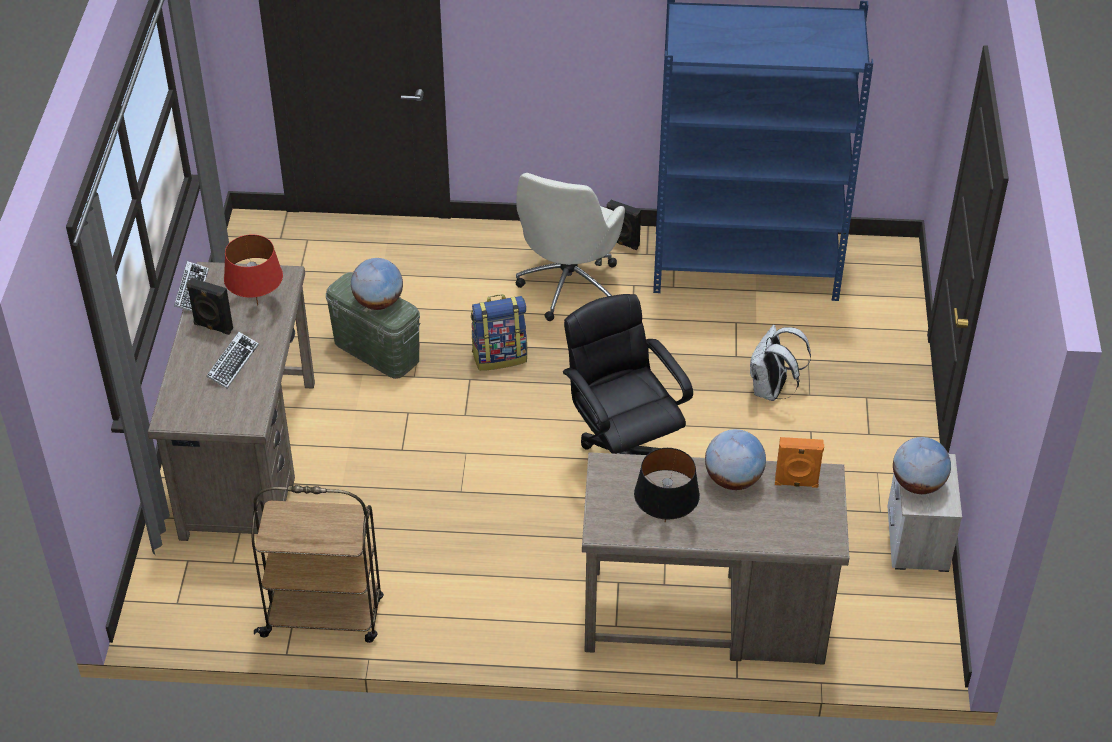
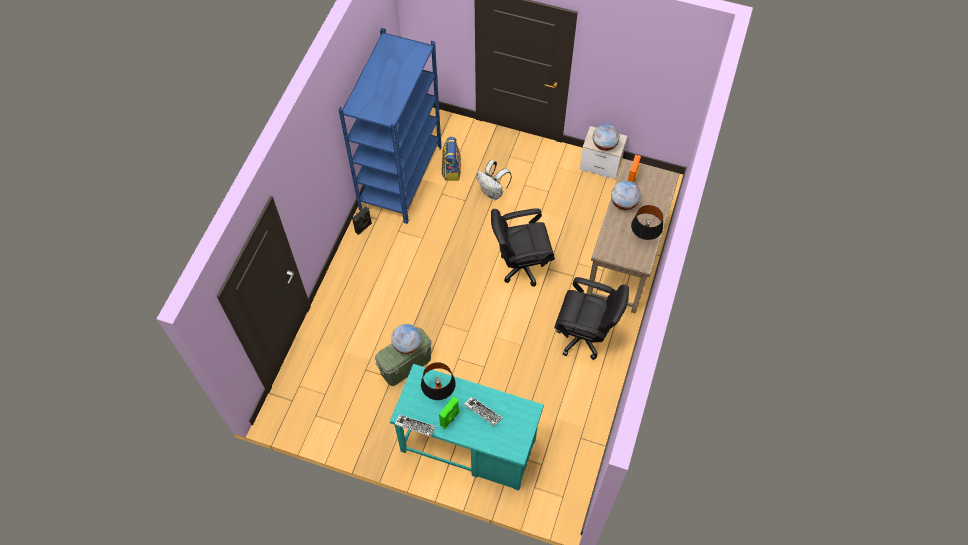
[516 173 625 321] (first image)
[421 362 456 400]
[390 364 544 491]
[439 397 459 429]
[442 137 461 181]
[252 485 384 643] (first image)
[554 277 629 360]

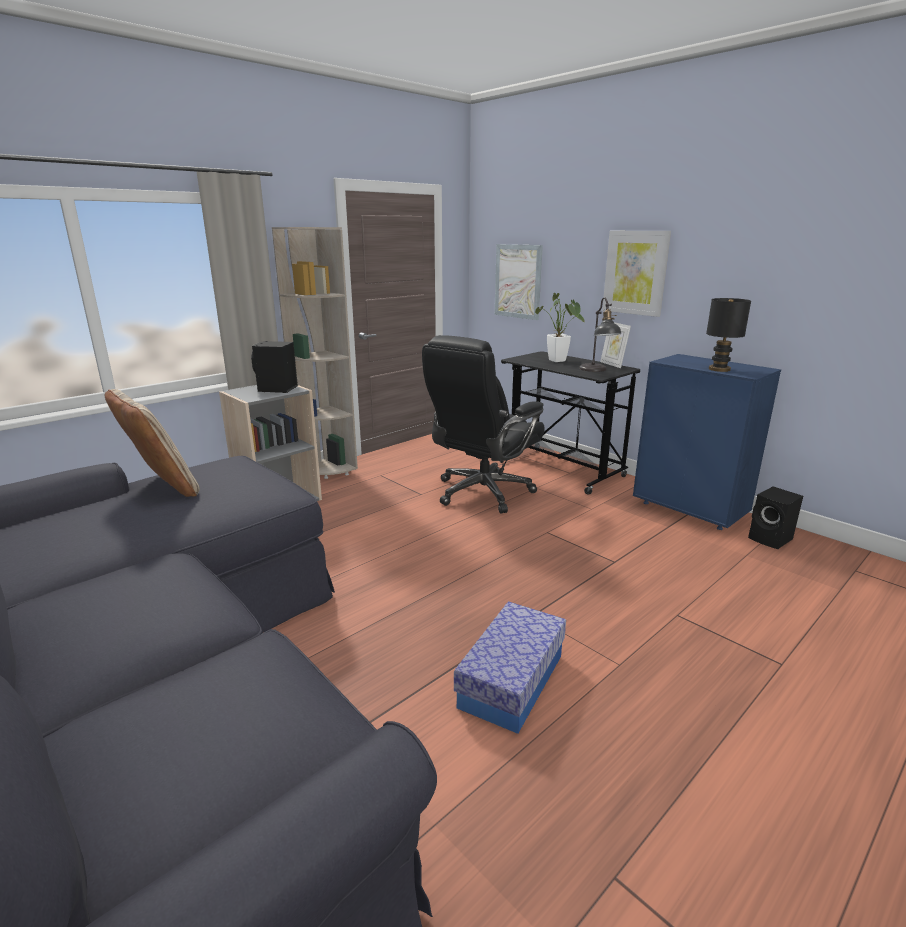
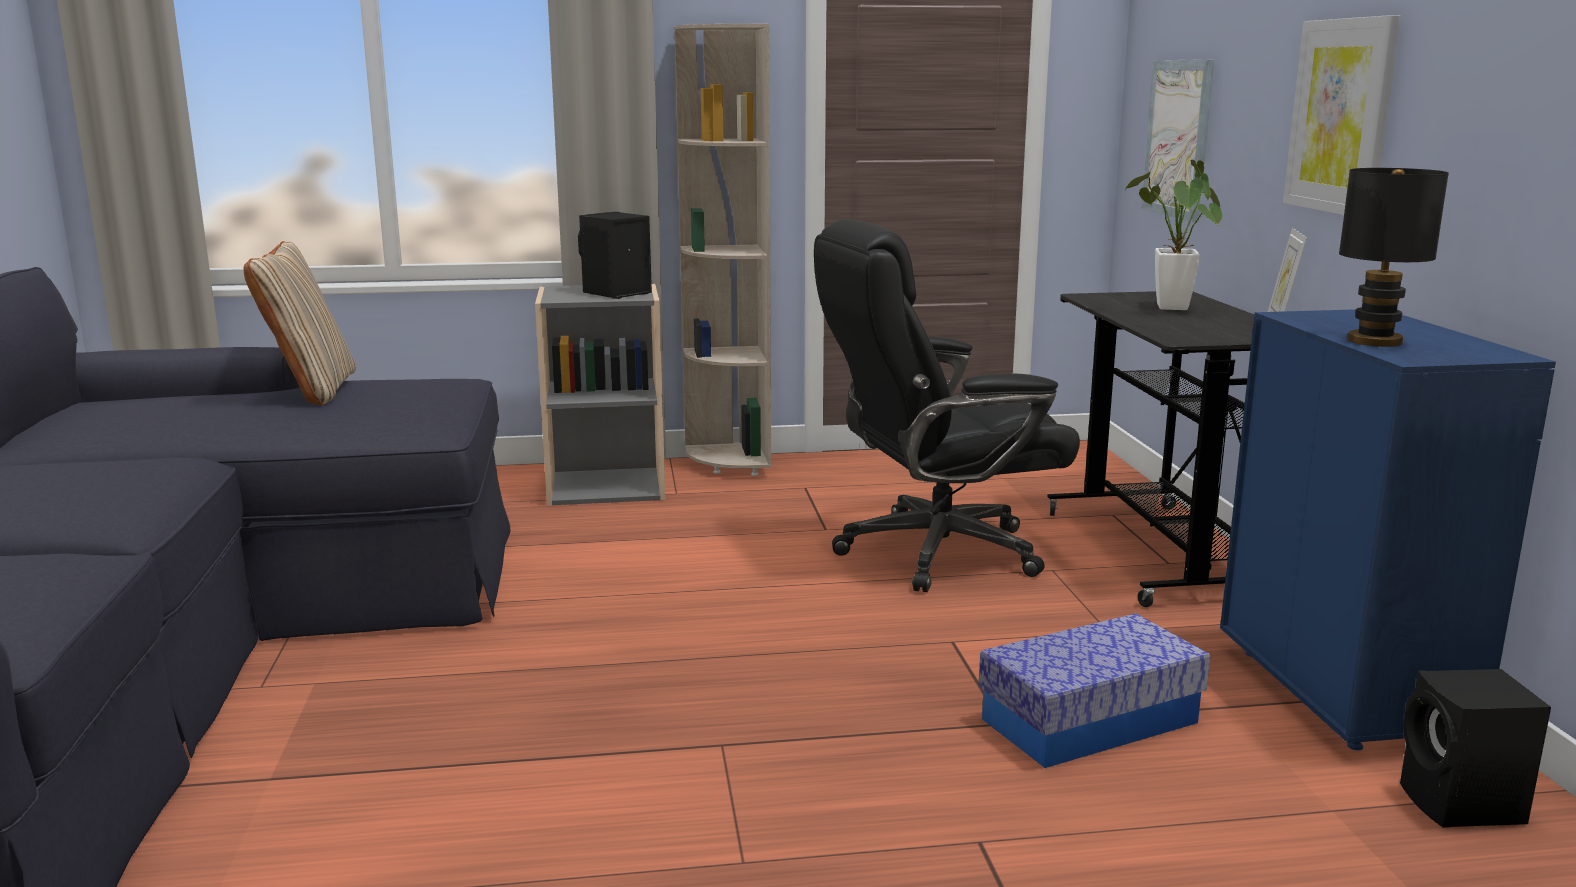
[579 297 622 372] (first image)
[979 613 1210 768]

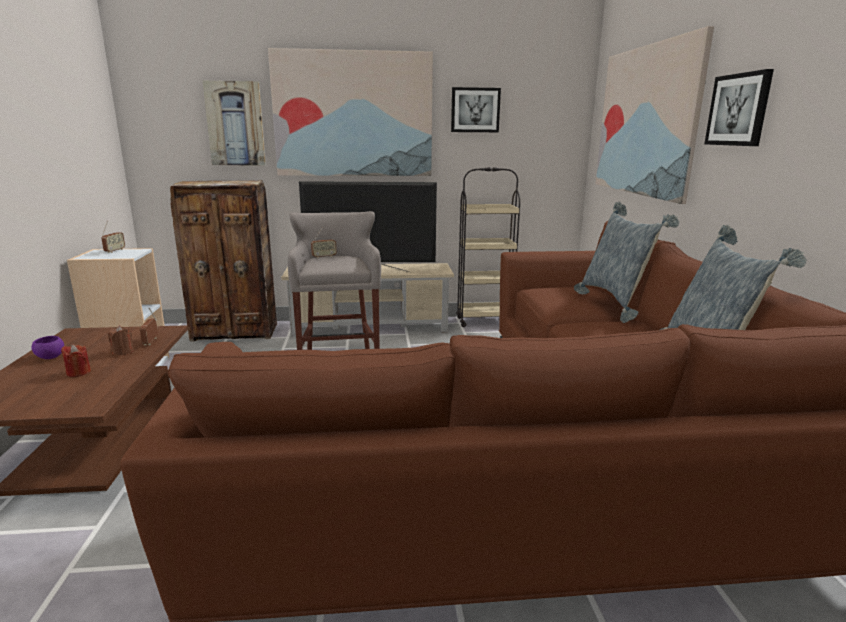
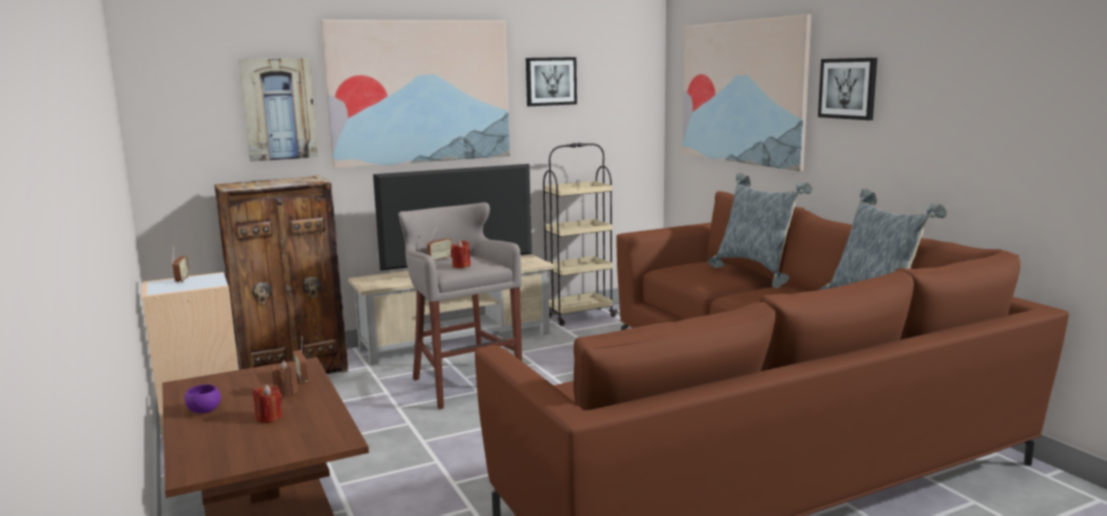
[451 240 471 268]

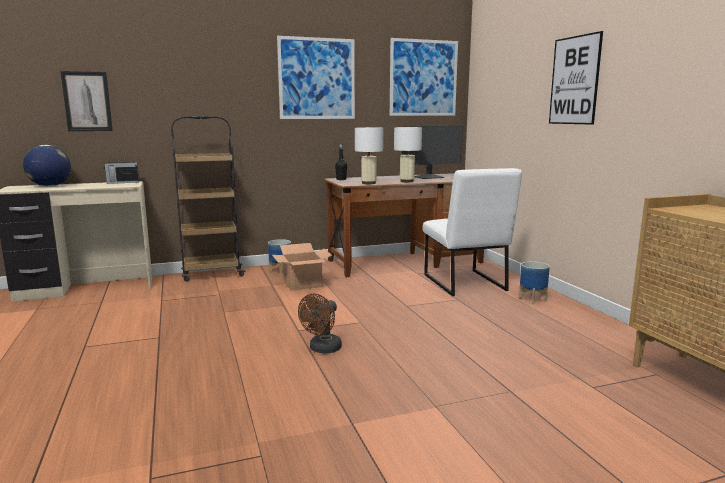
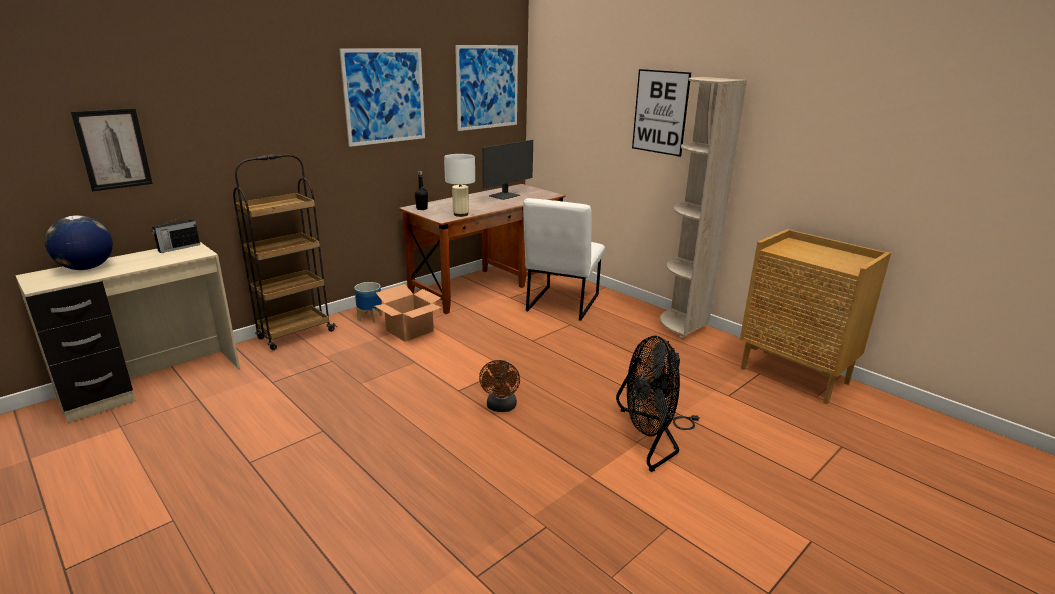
[394 127 422 182] (first image)
[523 198 605 321]
[519 261 550 304] (first image)
[660 77 747 338]
[616 336 701 472]

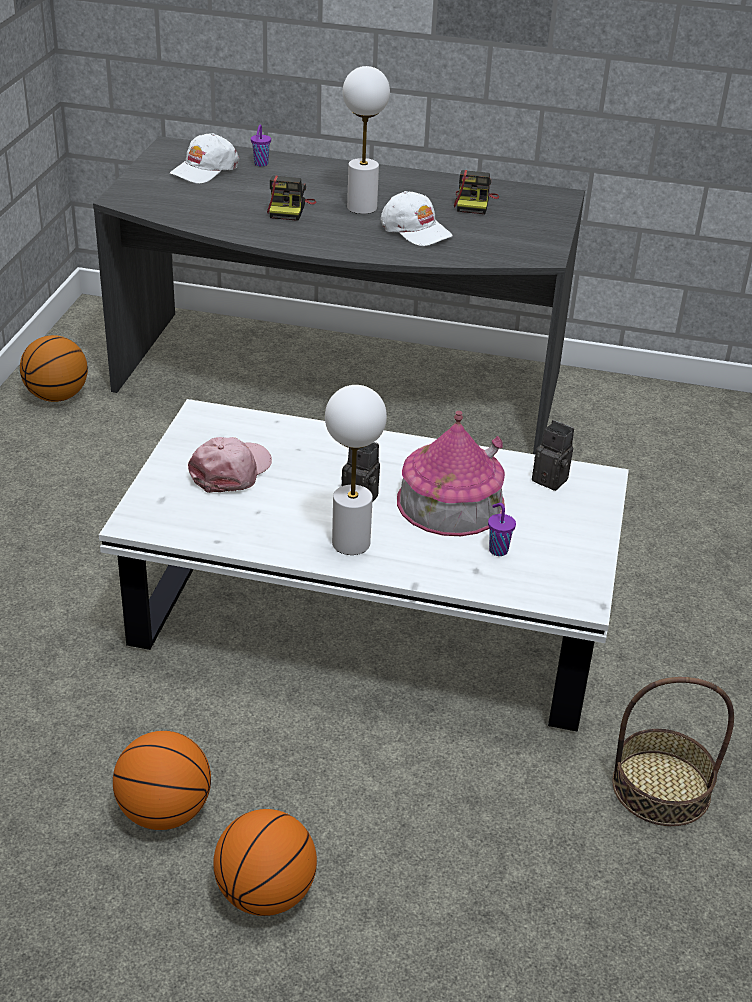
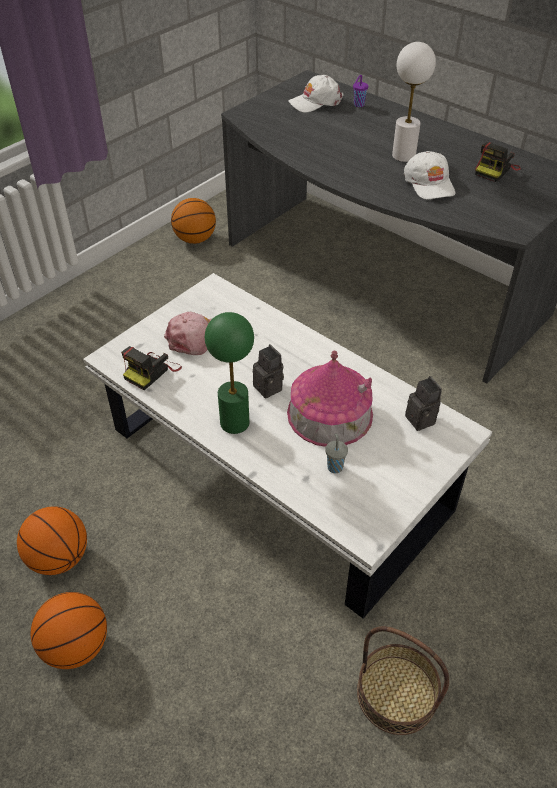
[121 346 182 390]
[205 312 254 434]
[325 434 348 474]

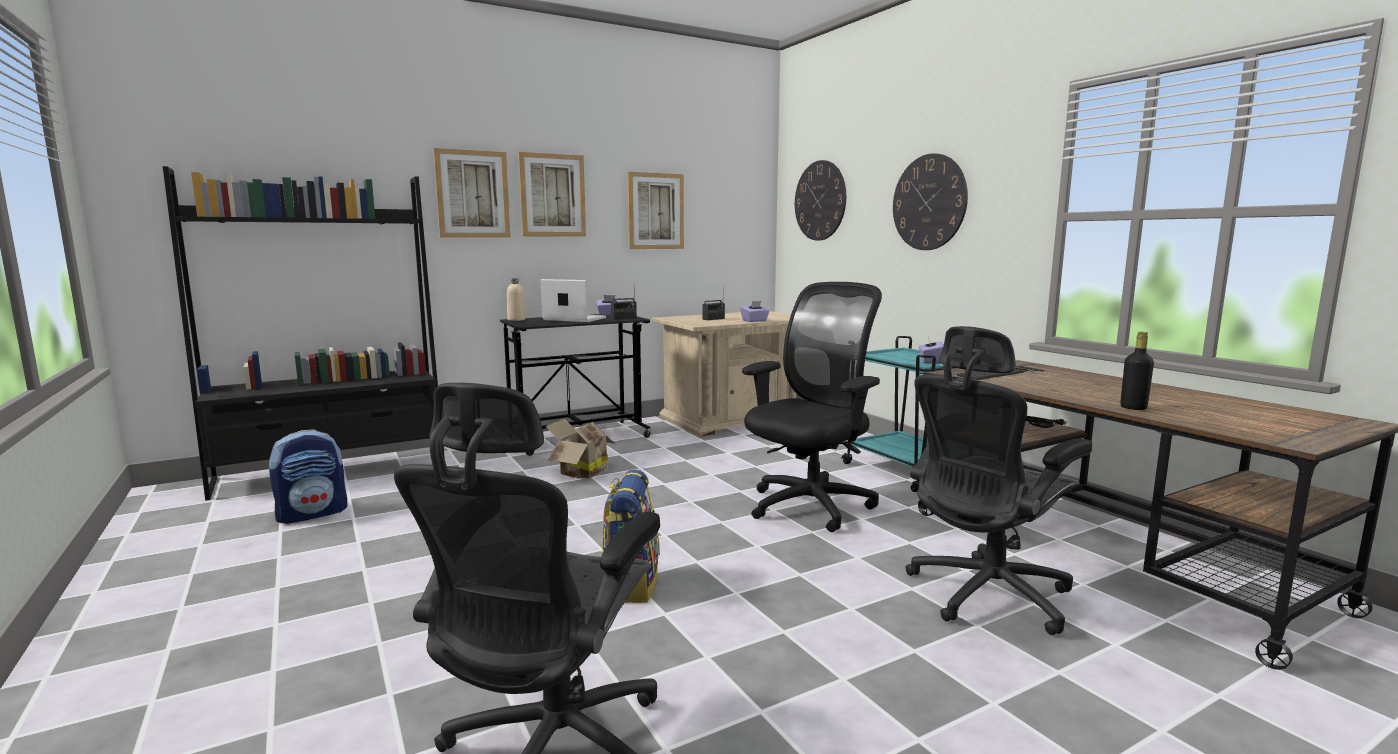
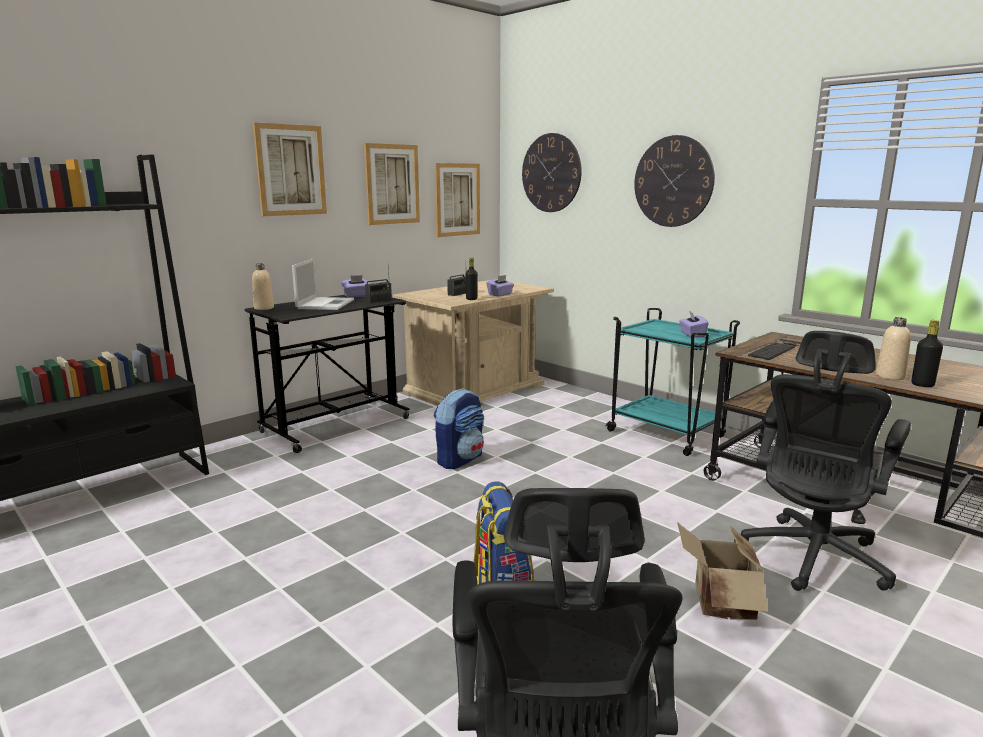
[435 163 480 237]
[292 258 354 310]
[742 282 882 532] (first image)
[677 522 768 620]
[434 388 484 469]
[465 258 478 300]
[876 317 911 380]

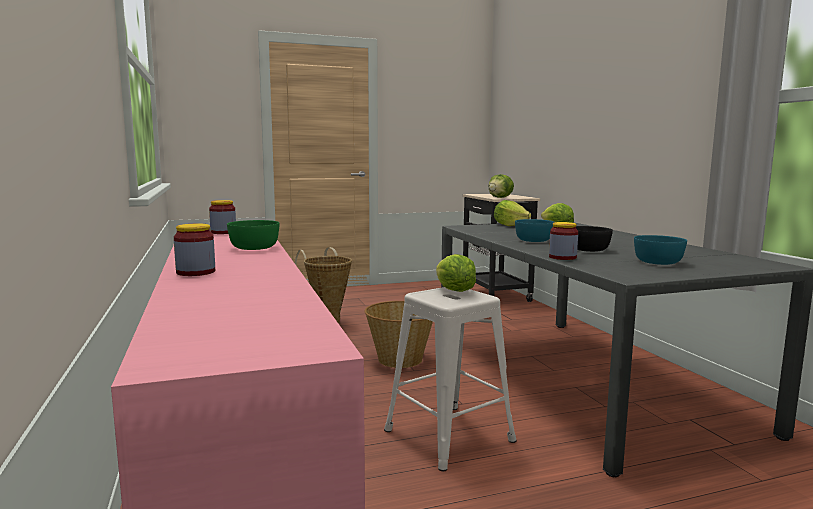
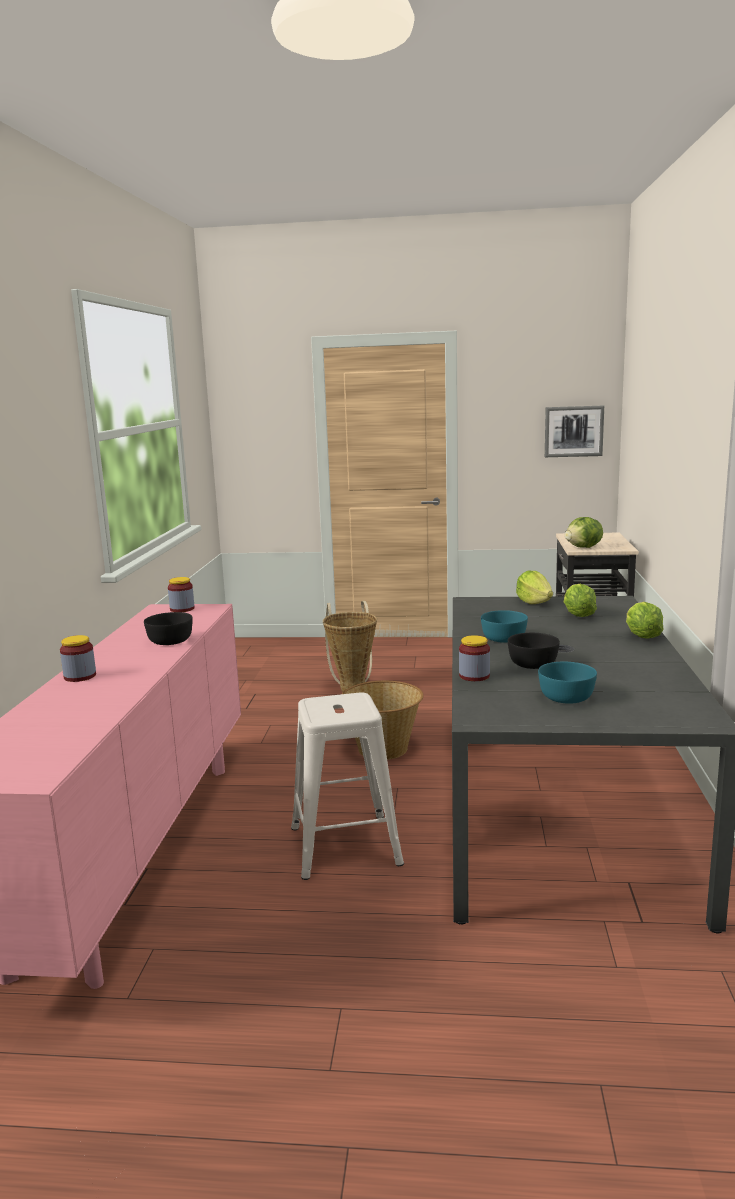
[144 612 193 645]
[626 602 664 639]
[545 406 604 457]

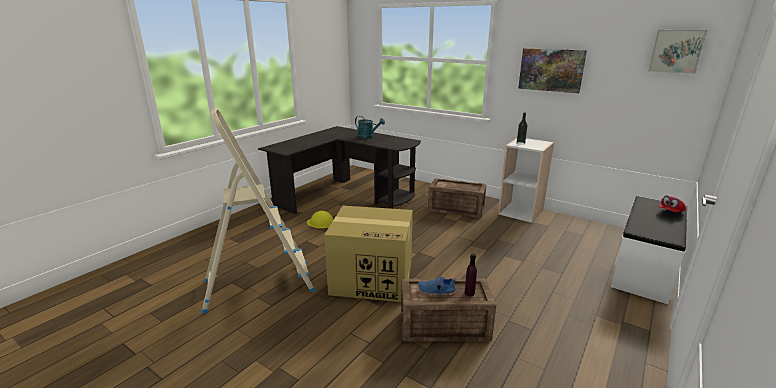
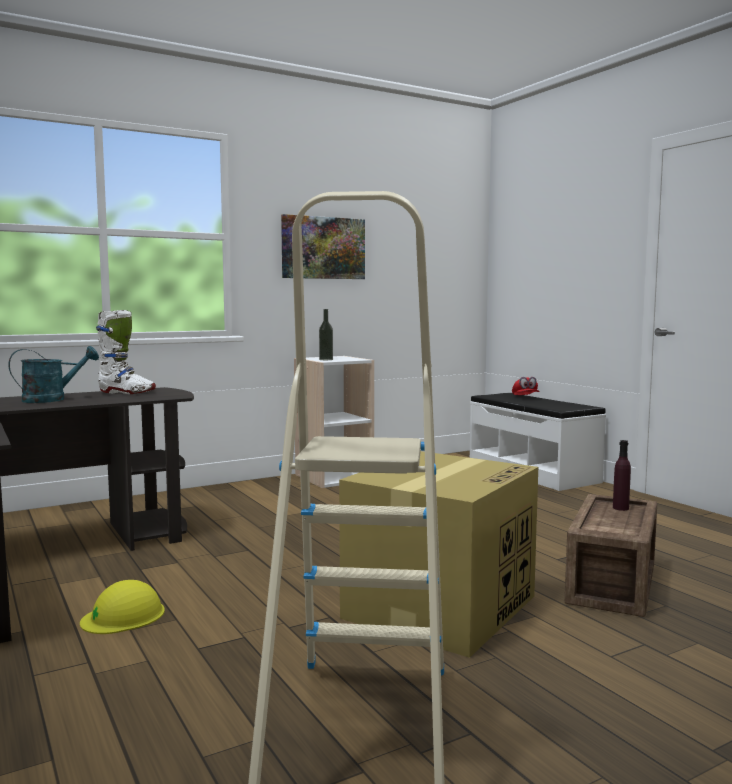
[648 30 707 74] (first image)
[428 178 486 218] (first image)
[418 276 456 296] (first image)
[96 310 156 394]

